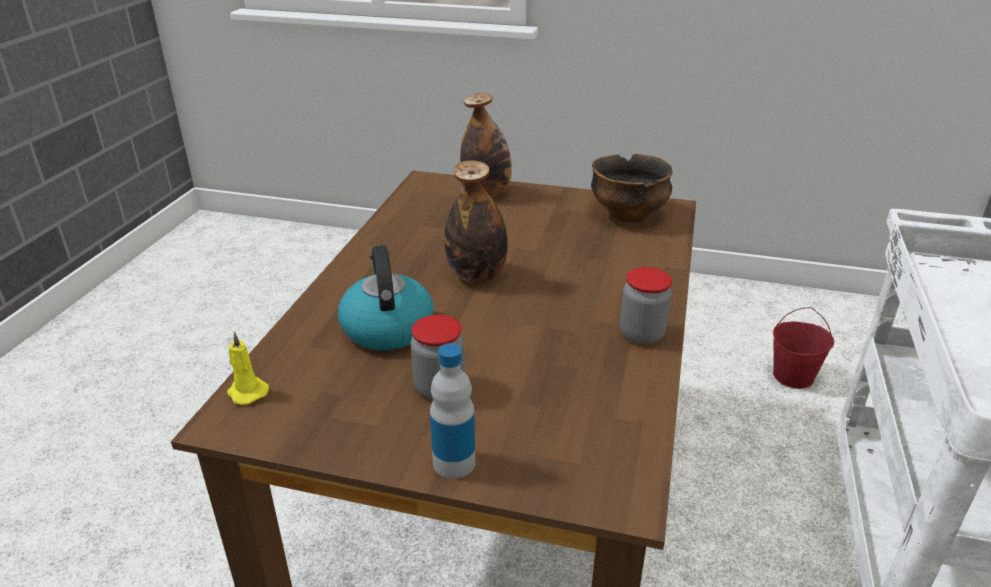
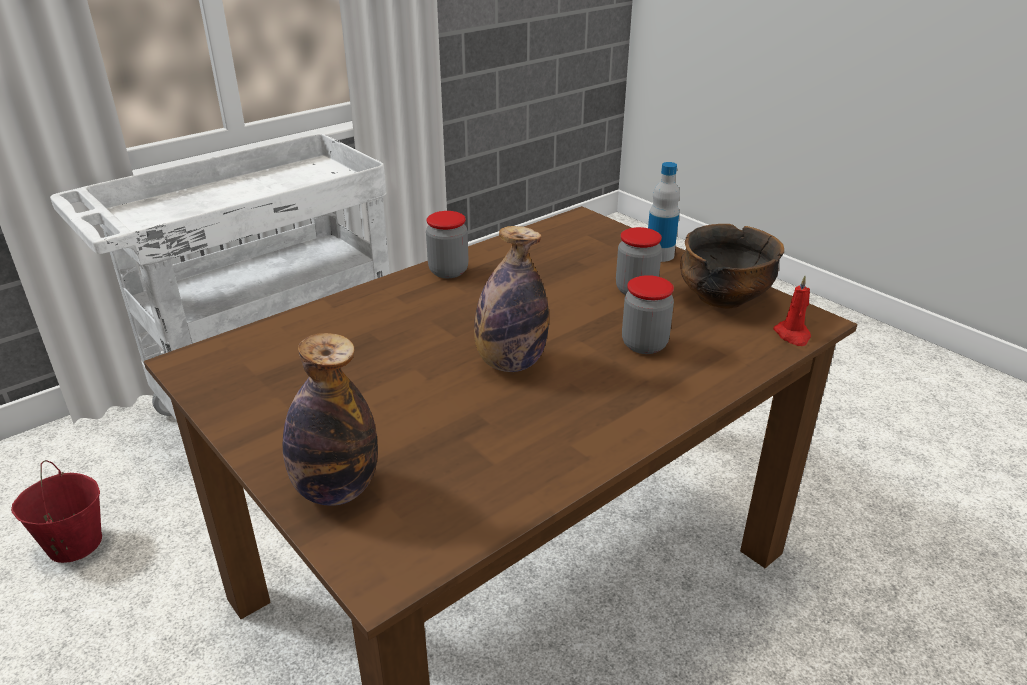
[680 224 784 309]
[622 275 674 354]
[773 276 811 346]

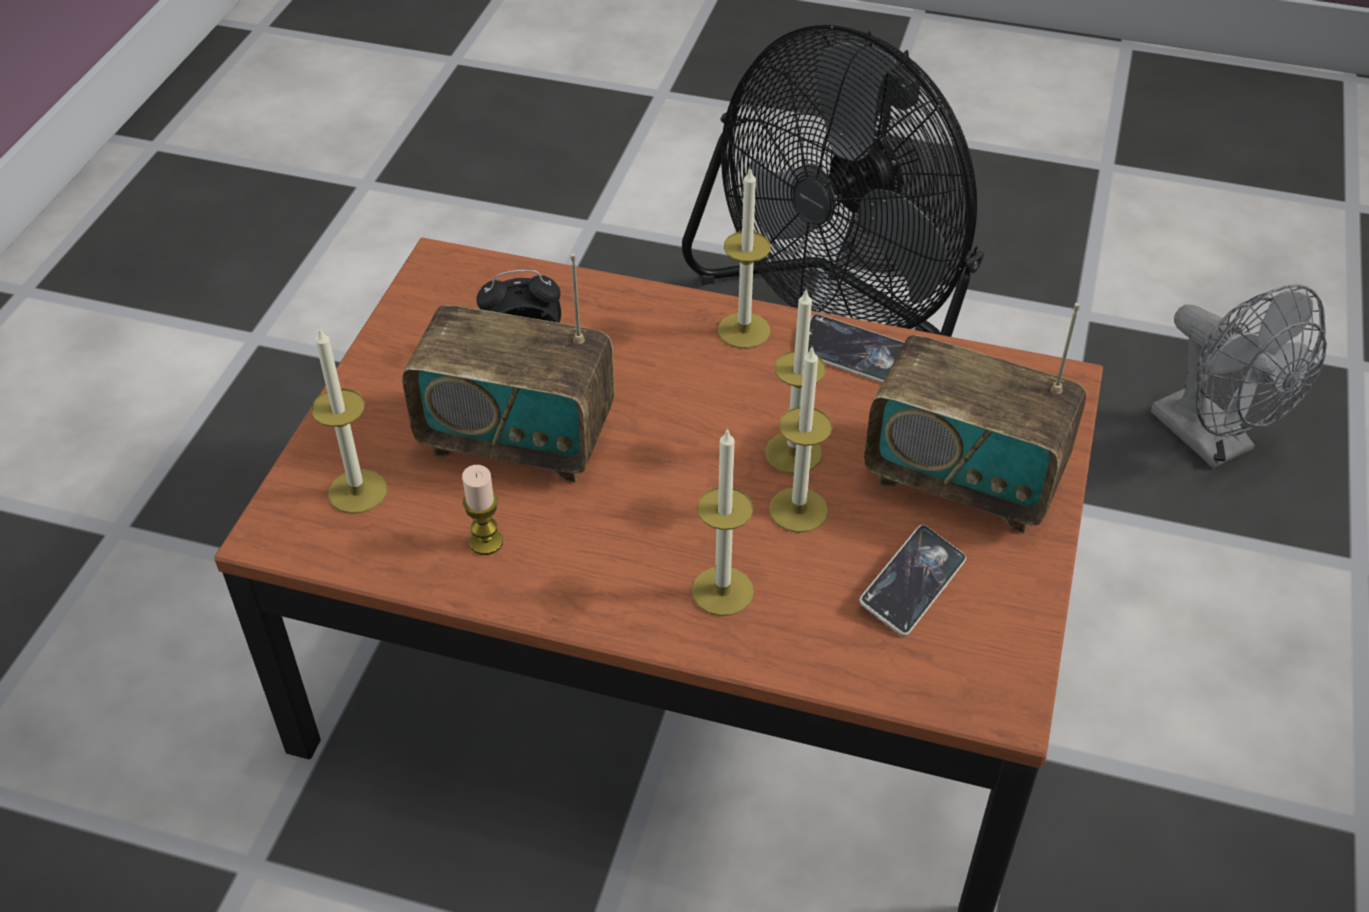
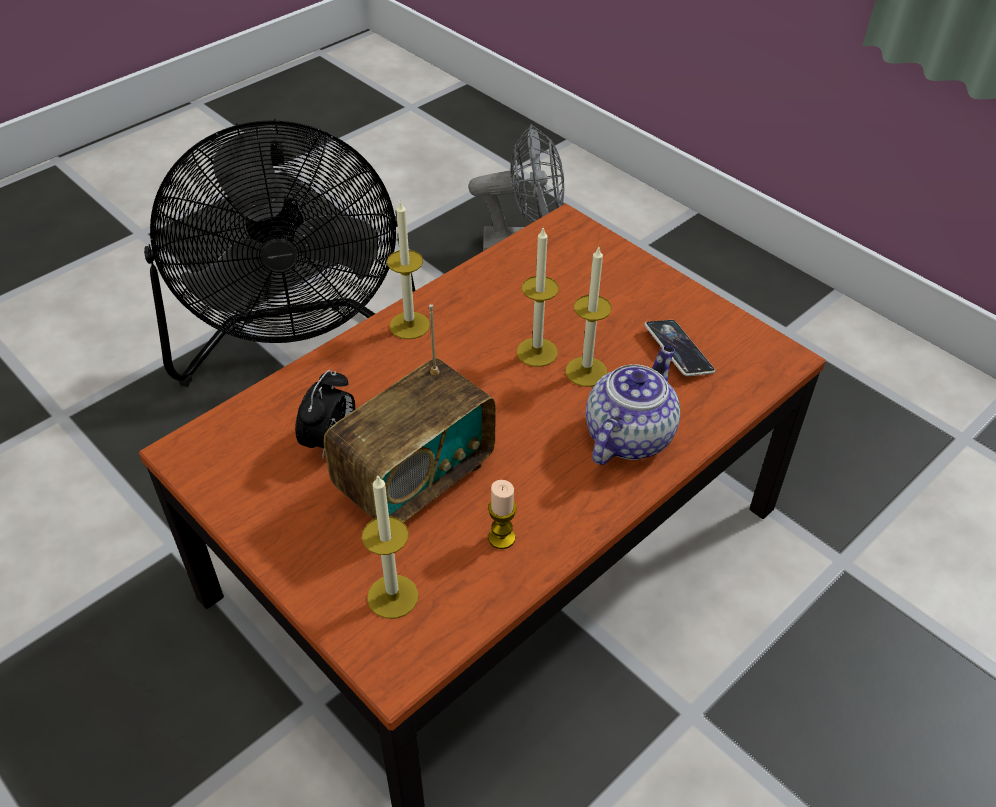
[864 303 1086 533] (first image)
[808 314 904 383] (first image)
[586 345 680 465]

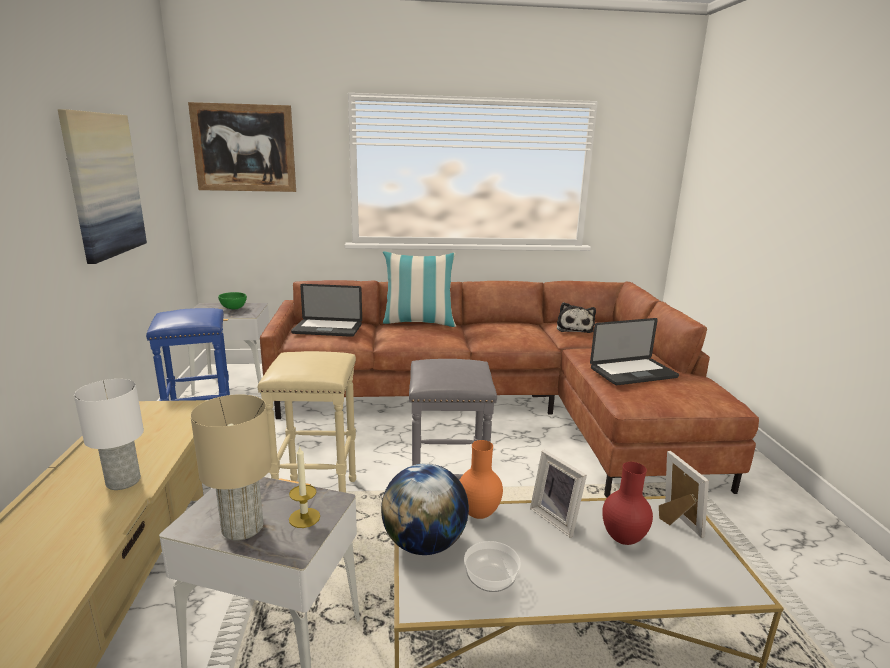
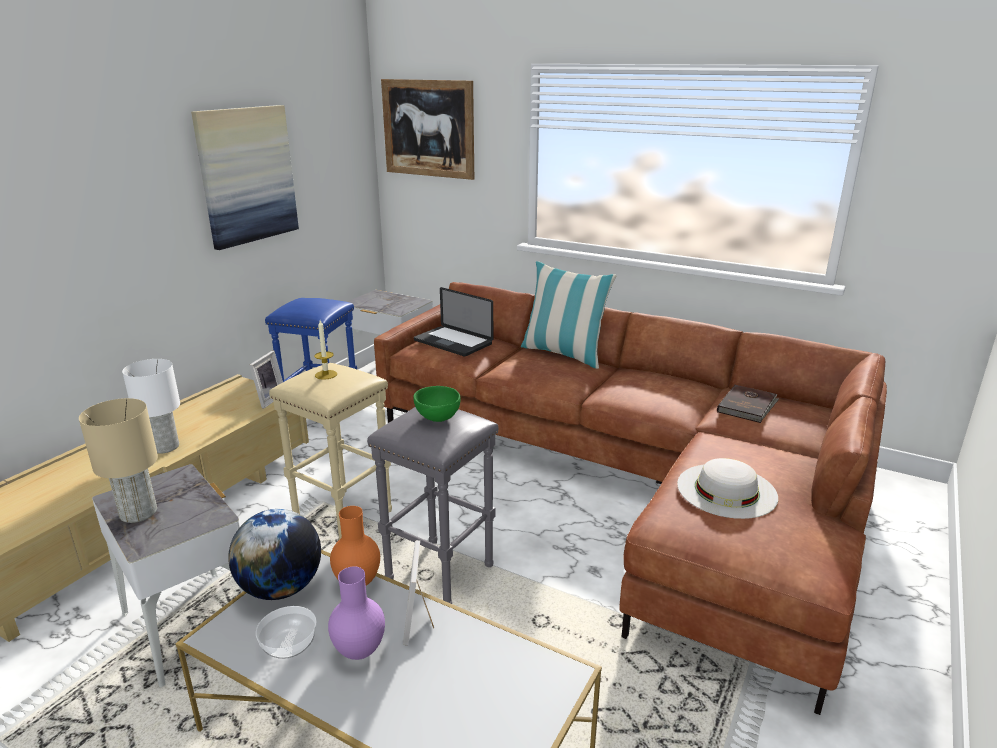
[413 386 461 422]
[717 384 779 423]
[677 458 778 519]
[314 320 337 380]
[249 351 283 409]
[602 462 653 545] (first image)
[328 566 385 660]

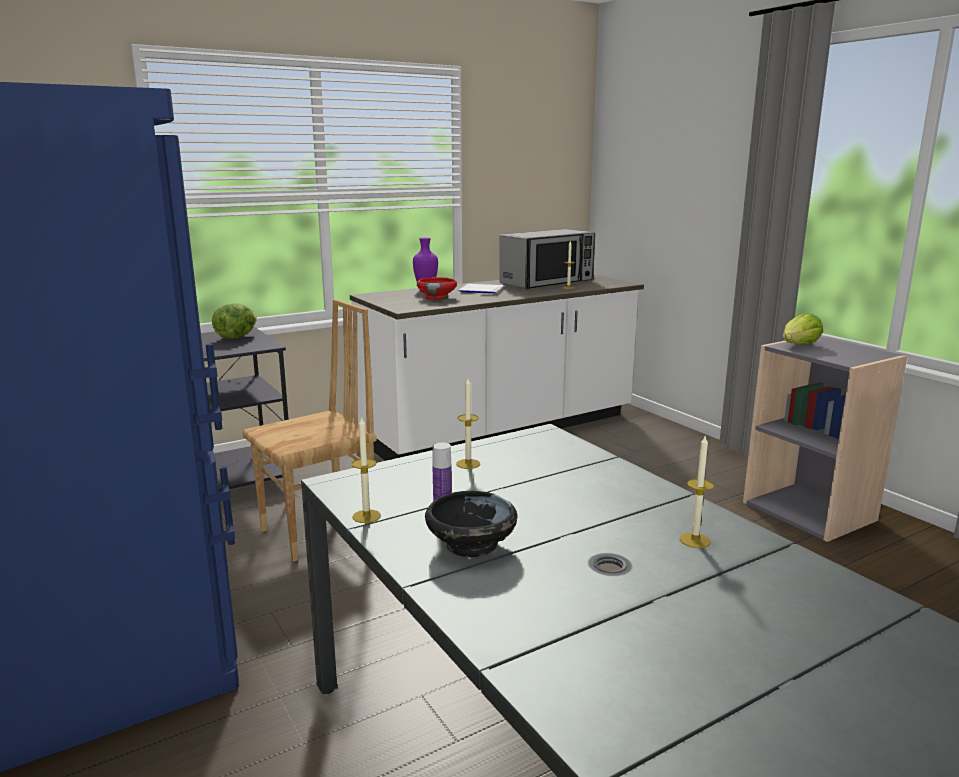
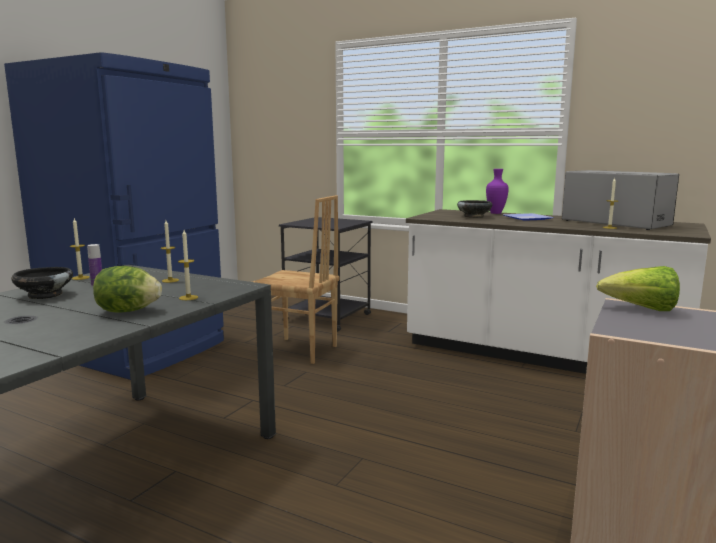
[562 170 679 230]
[457 200 493 218]
[93 266 162 313]
[178 230 198 300]

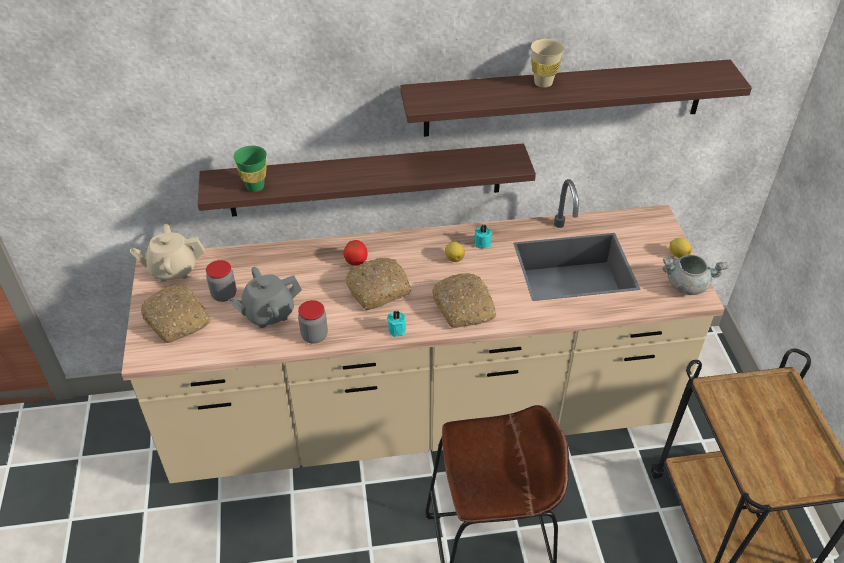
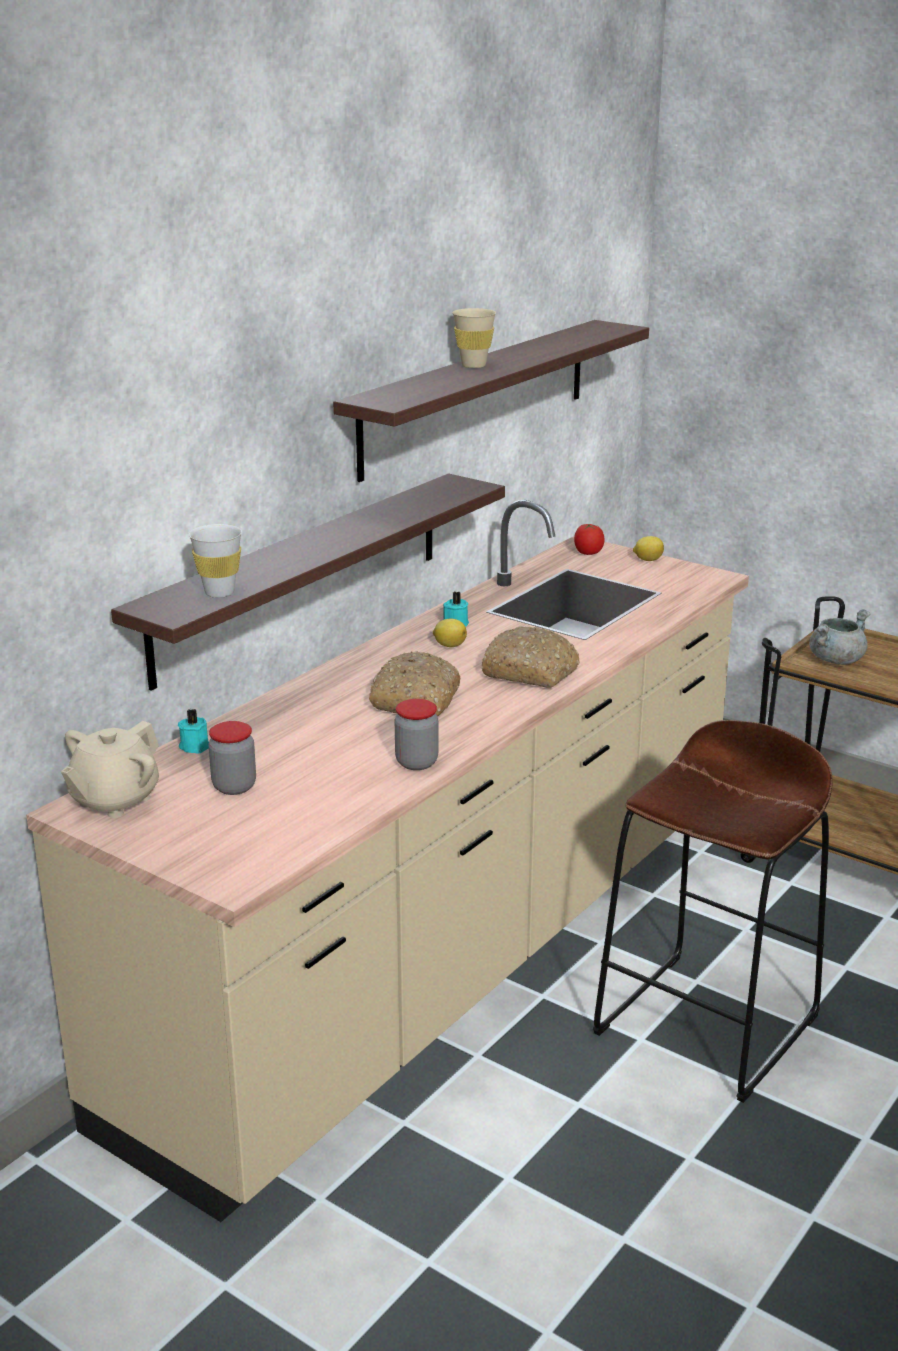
[189 524 242 598]
[574 524 605 555]
[809 609 870 665]
[228 267 302 328] (first image)
[141 285 210 343] (first image)
[178 709 209 753]

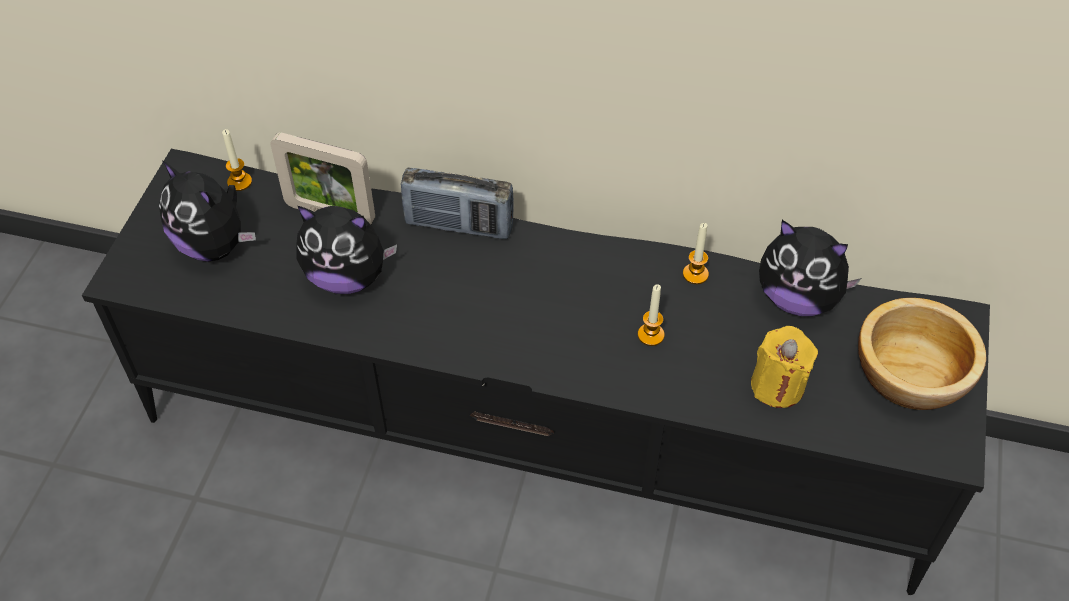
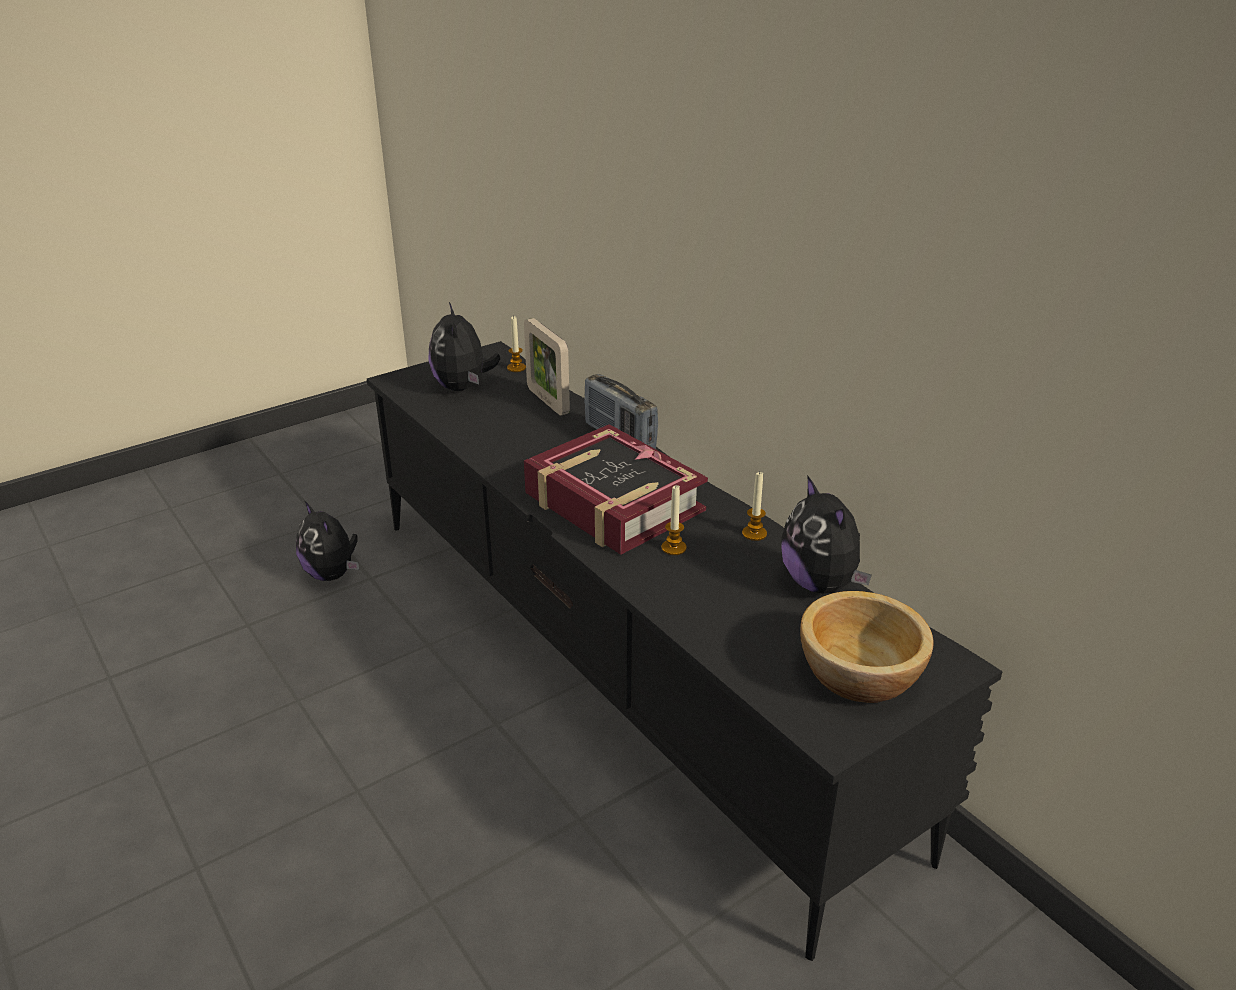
[296 501 359 581]
[751 326 818 408] (first image)
[524 424 708 555]

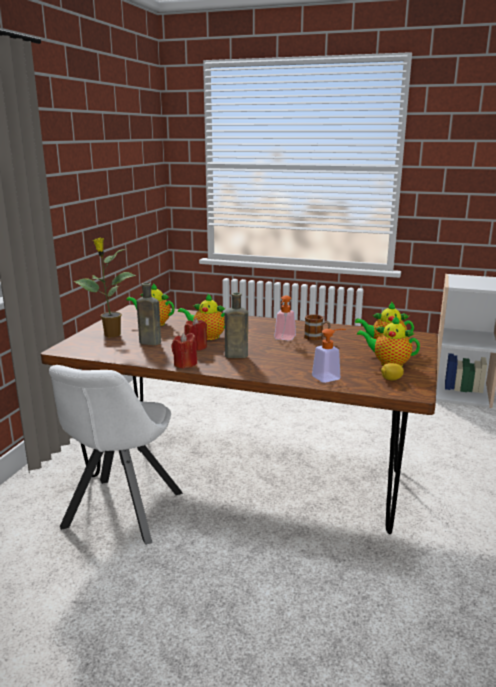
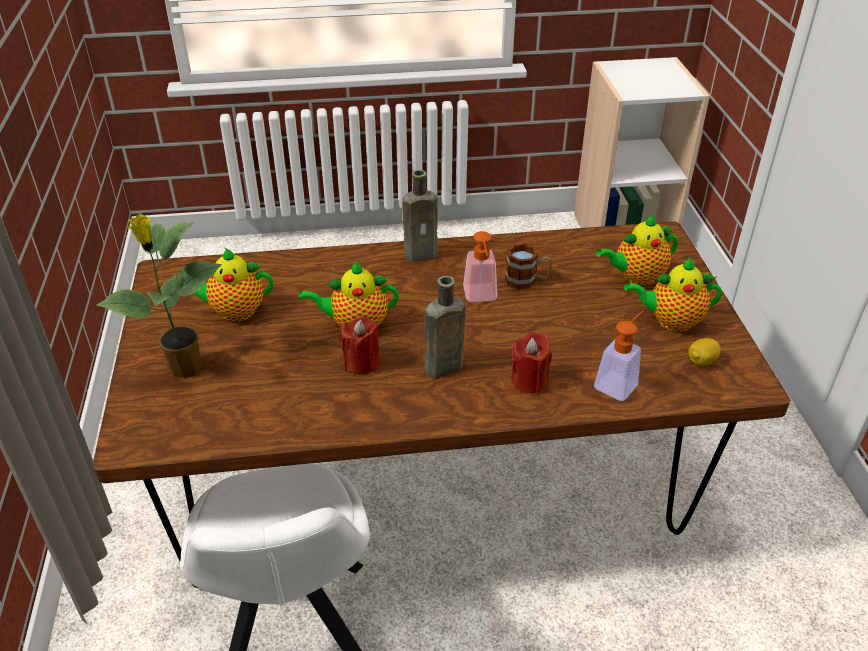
[402 170 438 262]
[511 332 552 394]

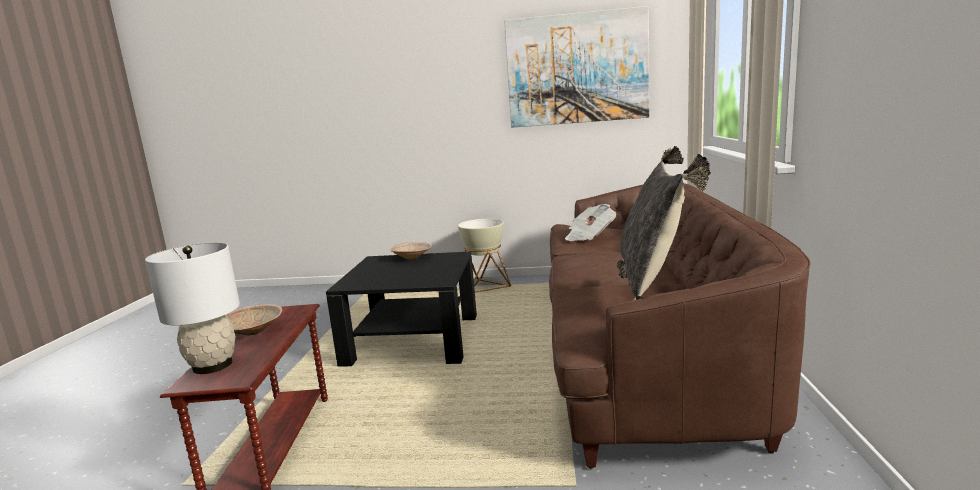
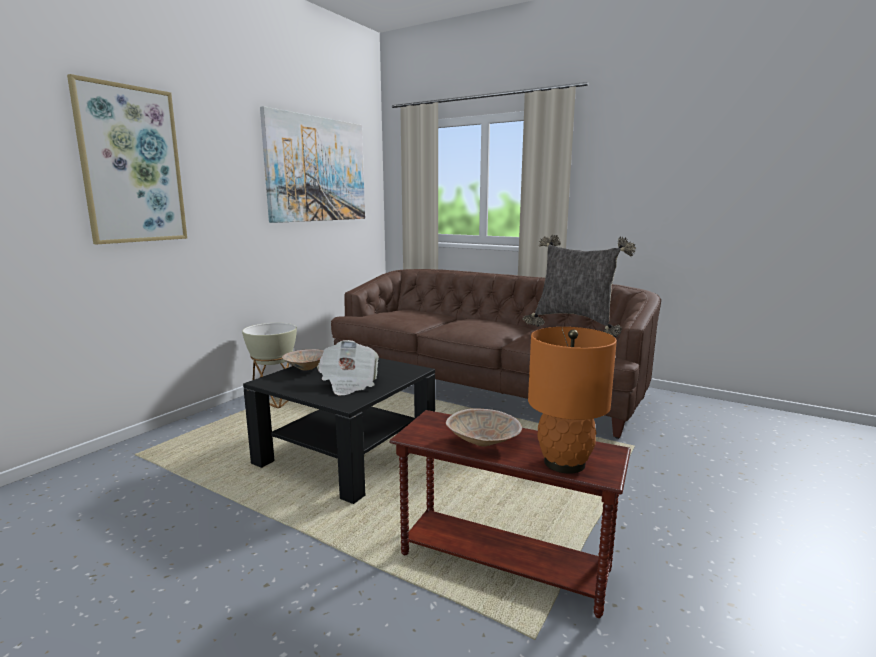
[317 340 379 396]
[528 327 617 474]
[67 74 187 244]

